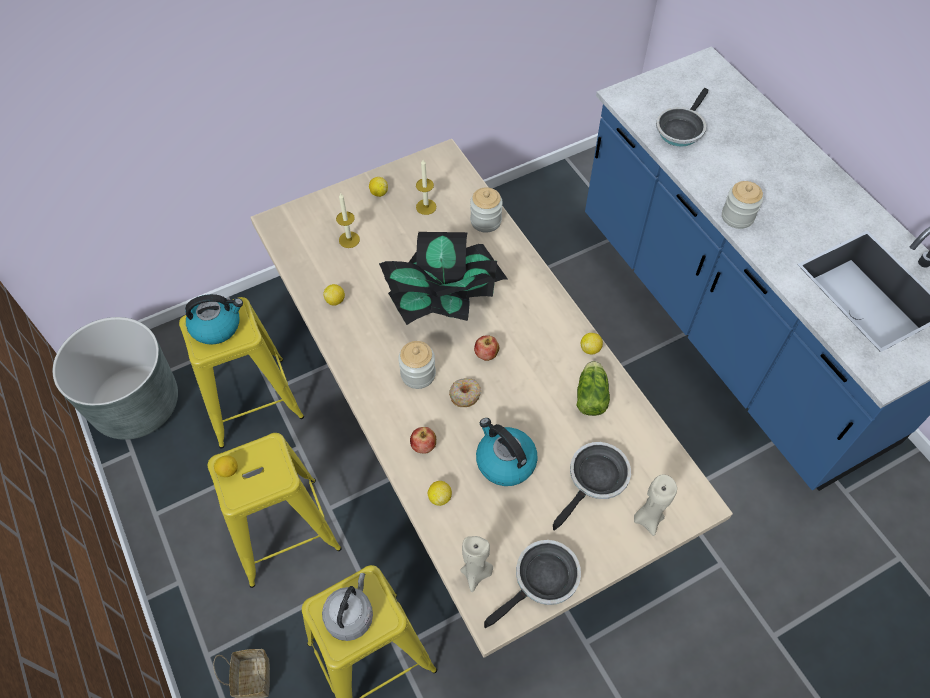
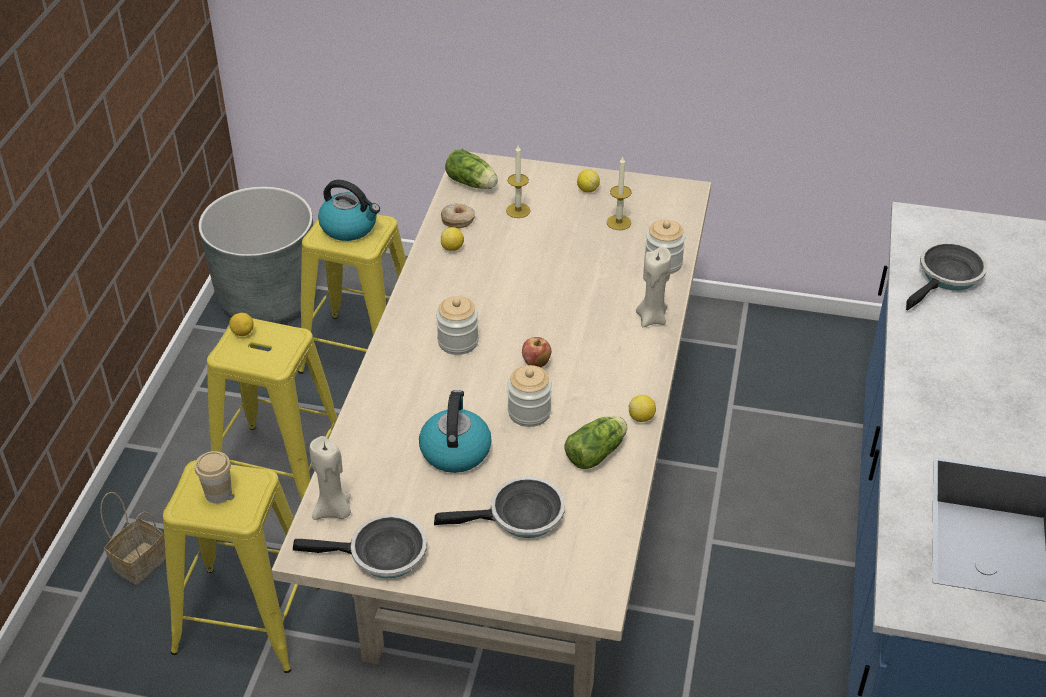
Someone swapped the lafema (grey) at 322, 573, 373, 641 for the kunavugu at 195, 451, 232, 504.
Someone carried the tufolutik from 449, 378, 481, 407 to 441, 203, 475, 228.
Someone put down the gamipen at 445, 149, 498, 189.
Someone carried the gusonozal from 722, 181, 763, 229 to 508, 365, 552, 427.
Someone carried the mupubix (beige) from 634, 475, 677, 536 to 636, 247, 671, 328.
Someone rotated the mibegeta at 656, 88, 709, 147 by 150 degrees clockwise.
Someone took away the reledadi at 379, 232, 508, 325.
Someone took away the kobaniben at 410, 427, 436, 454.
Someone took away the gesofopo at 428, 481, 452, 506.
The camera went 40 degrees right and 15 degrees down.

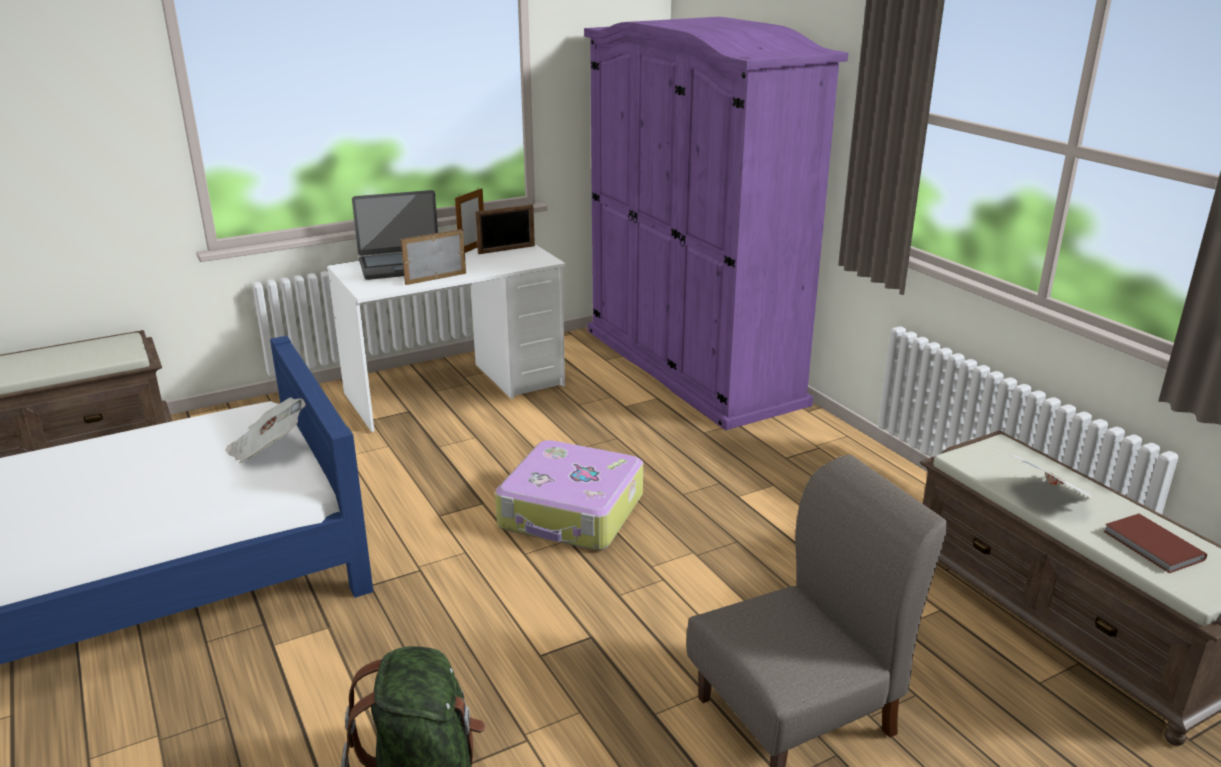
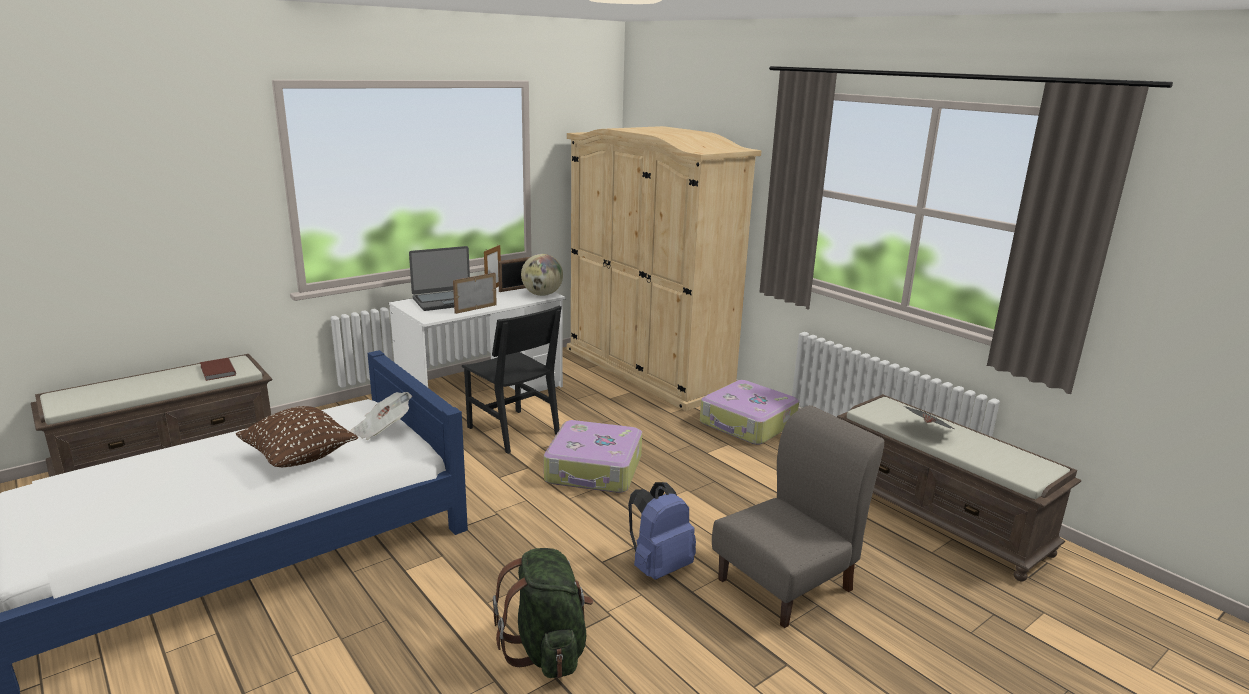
Someone carried the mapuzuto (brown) from 1103, 514, 1207, 573 to 200, 358, 236, 381.
Someone put down the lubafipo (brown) at 236, 406, 358, 467.
Someone put down the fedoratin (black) at 462, 306, 562, 454.
Someone put down the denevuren at 521, 254, 563, 296.
Someone repainted the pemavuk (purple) at 584, 17, 848, 430, which became the pemavuk (beige) at 567, 126, 762, 411.
Someone put down the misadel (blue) at 628, 482, 696, 580.
Someone put down the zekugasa at 700, 380, 799, 445.
The camera went 10 degrees left and 5 degrees down.

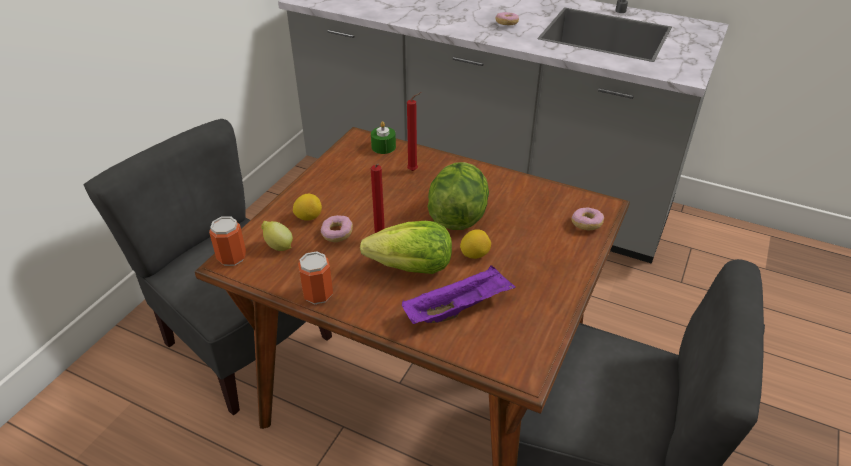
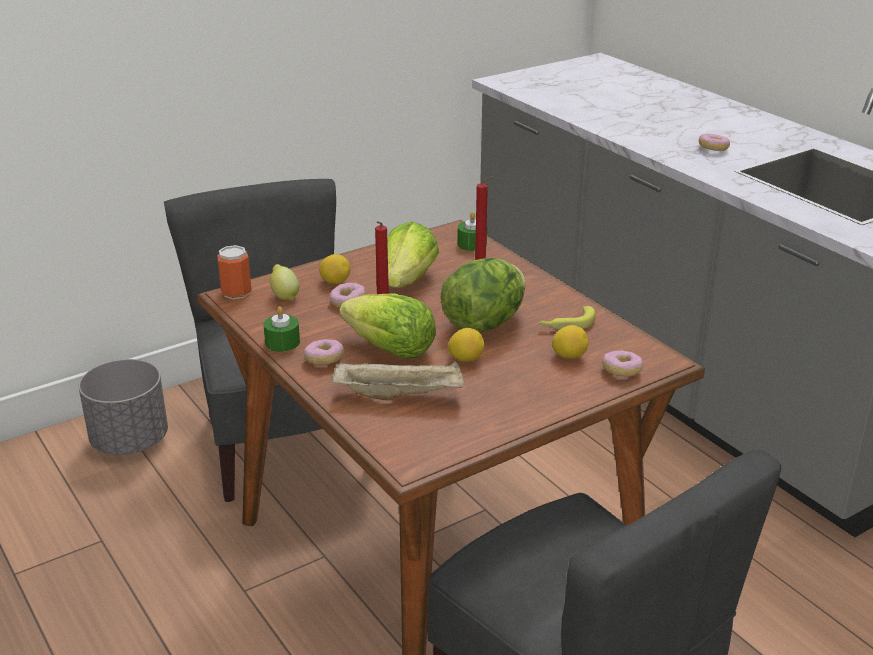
Someone put down the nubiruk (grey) at 79, 359, 168, 455.
Someone swapped the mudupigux at 298, 251, 333, 304 for the mupubix (green) at 263, 306, 300, 352.
Someone put down the tufolutik at 304, 339, 344, 365.
Someone repainted the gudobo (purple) at 402, 265, 516, 324, which became the gudobo (beige) at 332, 361, 464, 401.
Someone put down the gamipen at 387, 221, 439, 288.
Someone put down the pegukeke at 538, 306, 596, 330.
Someone put down the gesofopo at 552, 325, 588, 359.
The camera went 30 degrees right and 10 degrees down.

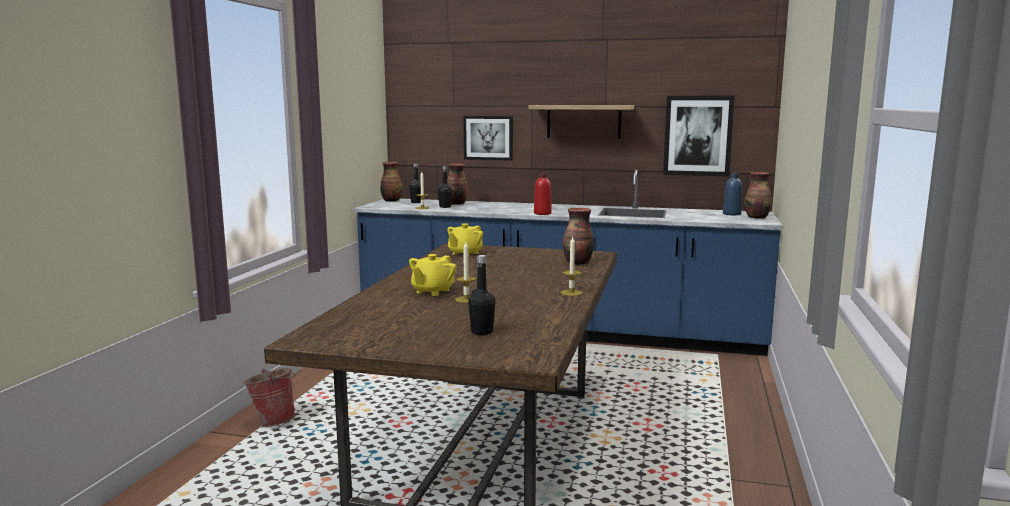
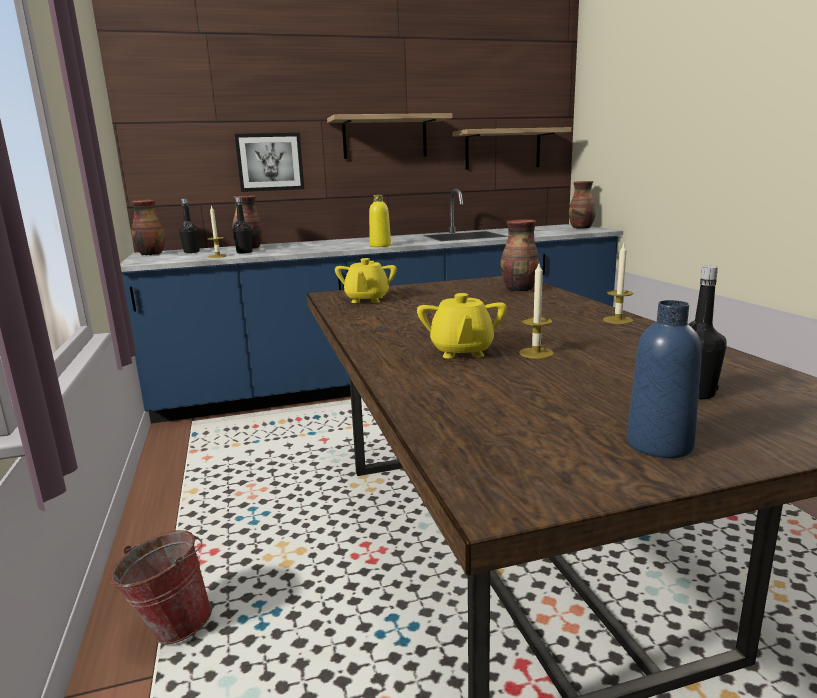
Someone repainted the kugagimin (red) at 534, 172, 552, 215, which became the kugagimin (yellow) at 369, 195, 391, 247.
Someone swapped the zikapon at 663, 96, 735, 177 for the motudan at 452, 127, 572, 170.
Someone carried the kugagimin (blue) from 723, 173, 742, 215 to 627, 300, 702, 458.
The camera went 30 degrees left and 5 degrees up.

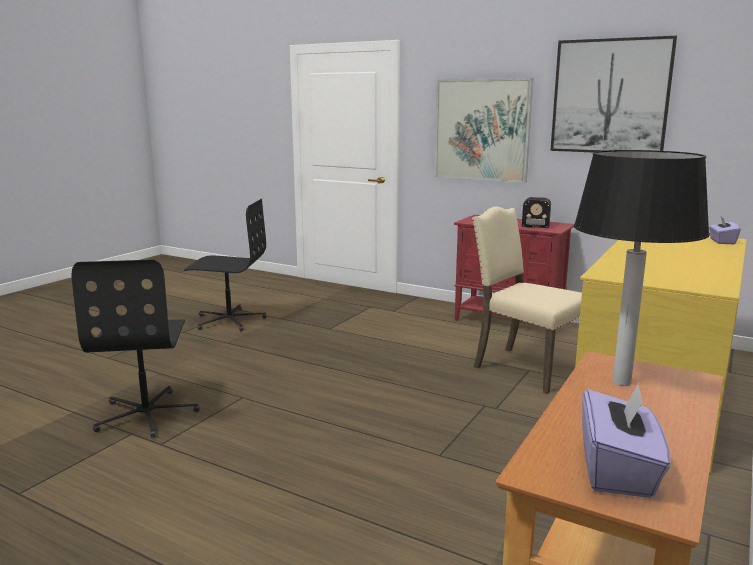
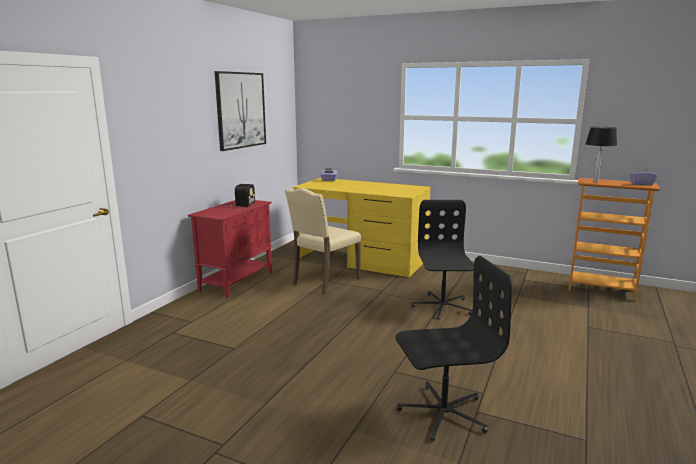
Someone carried the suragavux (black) from 184, 199, 267, 331 to 411, 200, 474, 320.
Someone took away the zikapon at 434, 78, 533, 183.
The camera went 95 degrees left and 0 degrees up.

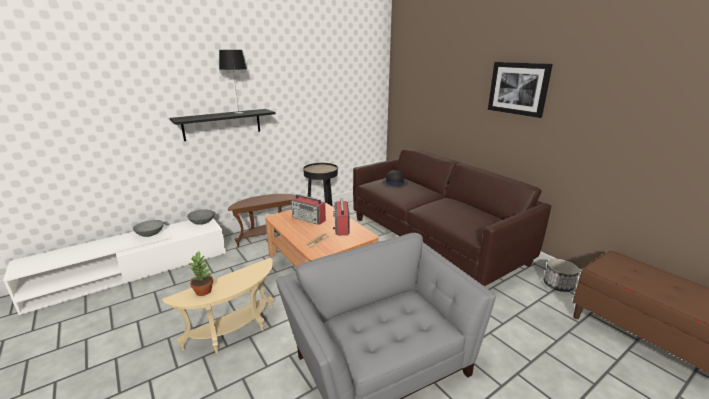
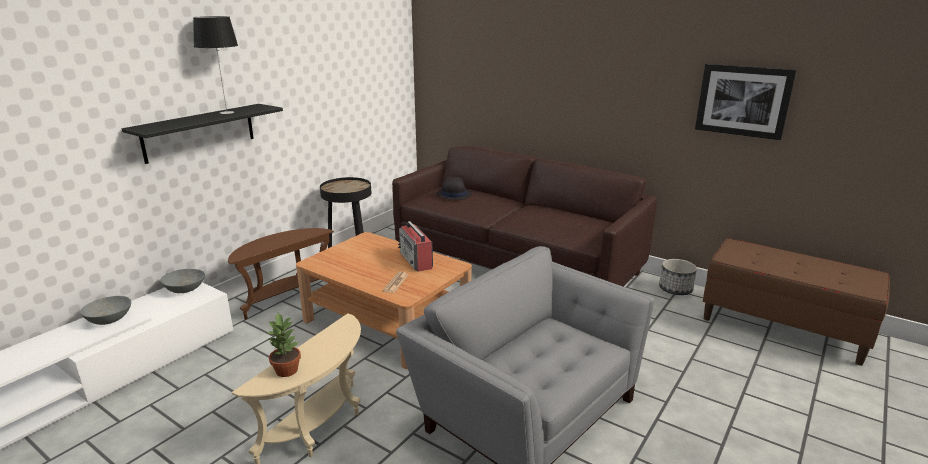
Someone carried the zikapon from 488, 62, 553, 118 to 695, 64, 797, 140.
Someone took away the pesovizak at 291, 194, 326, 225.
The camera went 20 degrees left and 0 degrees up.

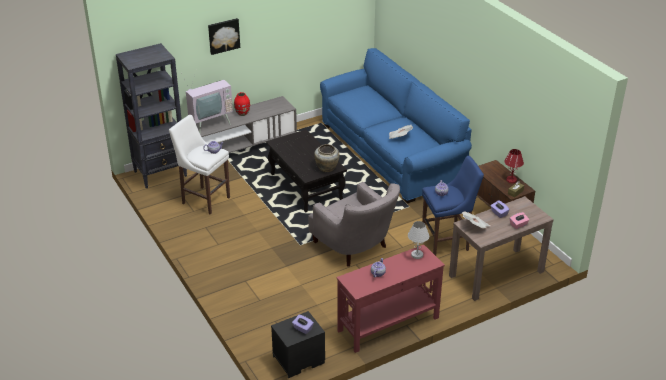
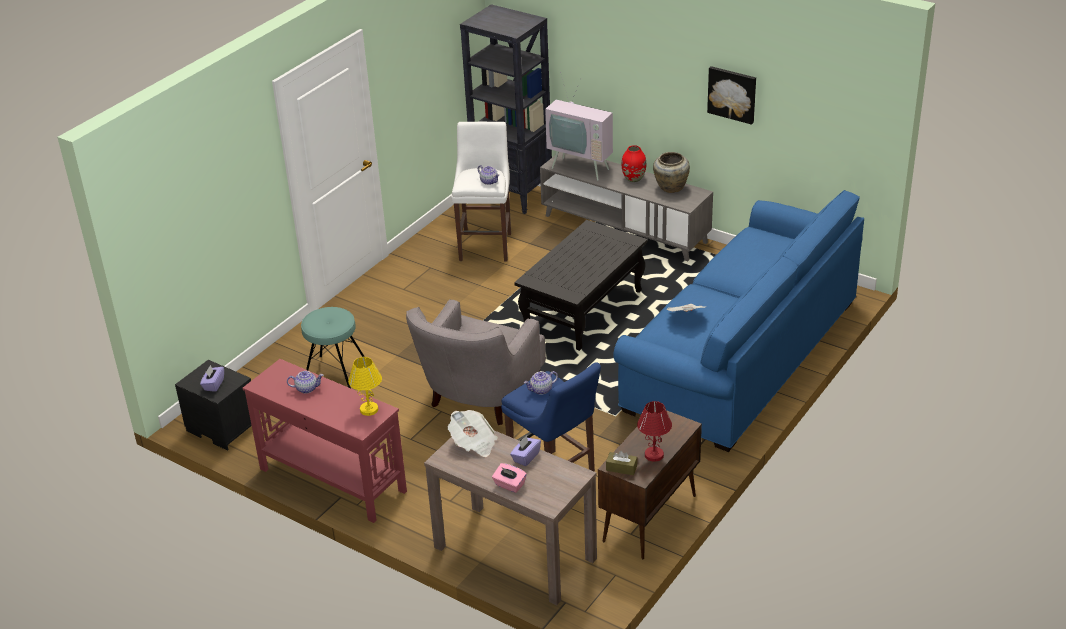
Someone put down the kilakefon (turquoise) at 301, 307, 365, 388.
Someone repainted the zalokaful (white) at 408, 221, 429, 259, which became the zalokaful (yellow) at 348, 357, 382, 416.
Someone carried the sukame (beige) from 314, 144, 340, 172 to 653, 152, 690, 193.
Someone carried the zikapon from 208, 18, 240, 55 to 707, 66, 756, 125.
The camera went 65 degrees right and 0 degrees up.

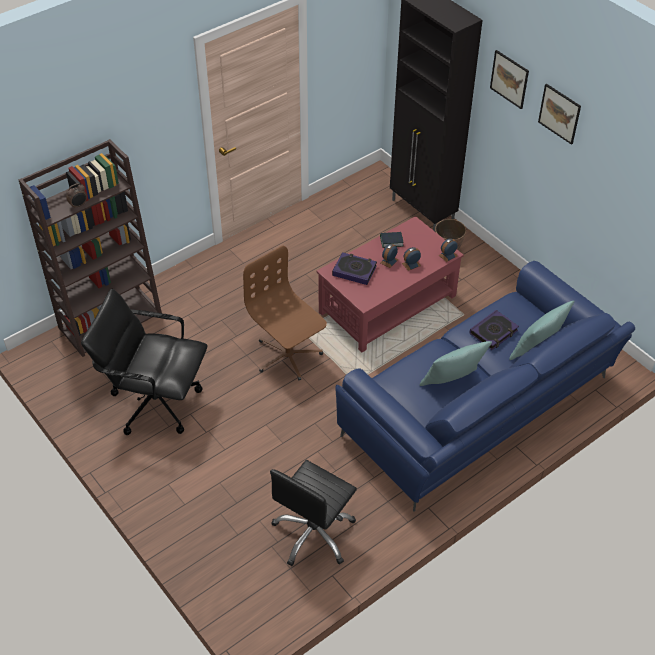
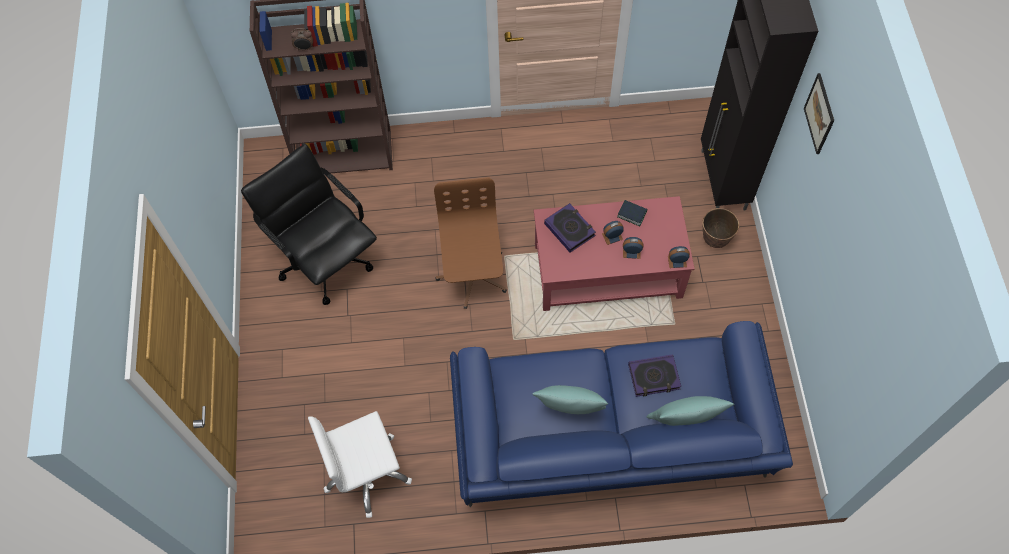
Someone repainted the suragavux (black) at 270, 460, 357, 566, which became the suragavux (white) at 308, 411, 412, 518.
Someone took away the zikapon at 538, 84, 581, 145.
The camera went 35 degrees right and 15 degrees up.

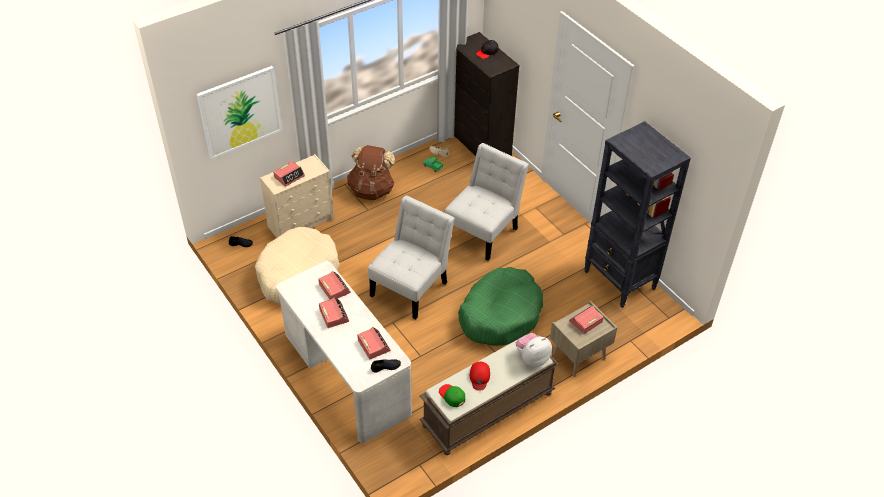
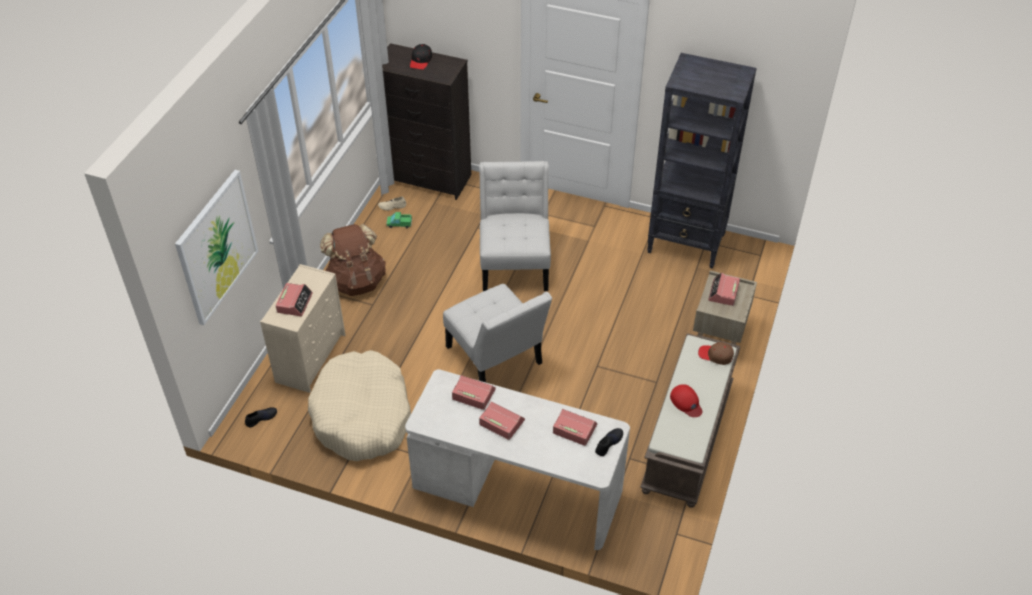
Someone rotated the fedoratin (white) at 368, 196, 454, 320 by 150 degrees clockwise.
Someone swapped the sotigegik at 516, 333, 552, 367 for the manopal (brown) at 698, 342, 734, 365.
Someone took away the manopal (green) at 439, 384, 465, 407.
Someone took away the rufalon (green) at 458, 267, 543, 346.
The camera went 35 degrees left and 0 degrees up.

